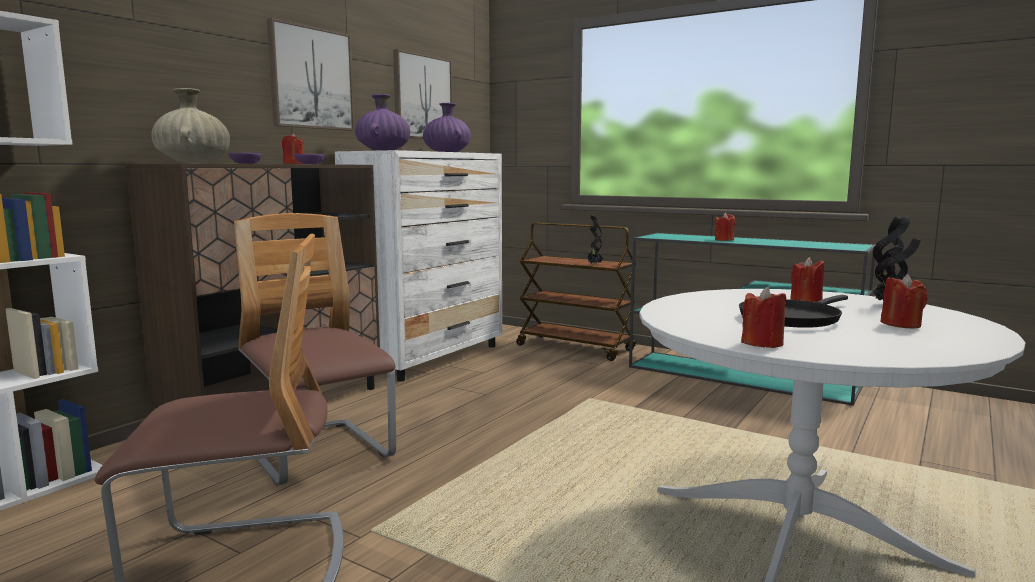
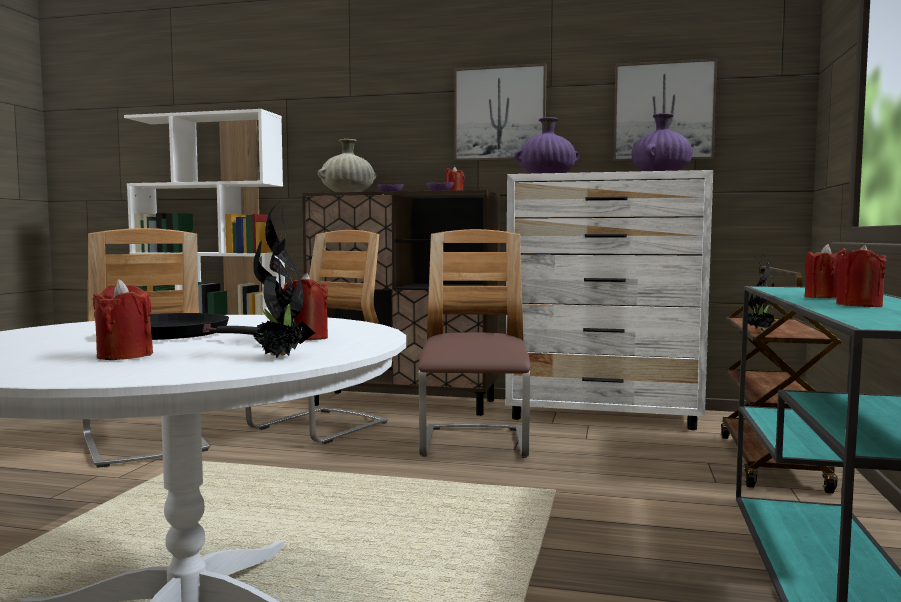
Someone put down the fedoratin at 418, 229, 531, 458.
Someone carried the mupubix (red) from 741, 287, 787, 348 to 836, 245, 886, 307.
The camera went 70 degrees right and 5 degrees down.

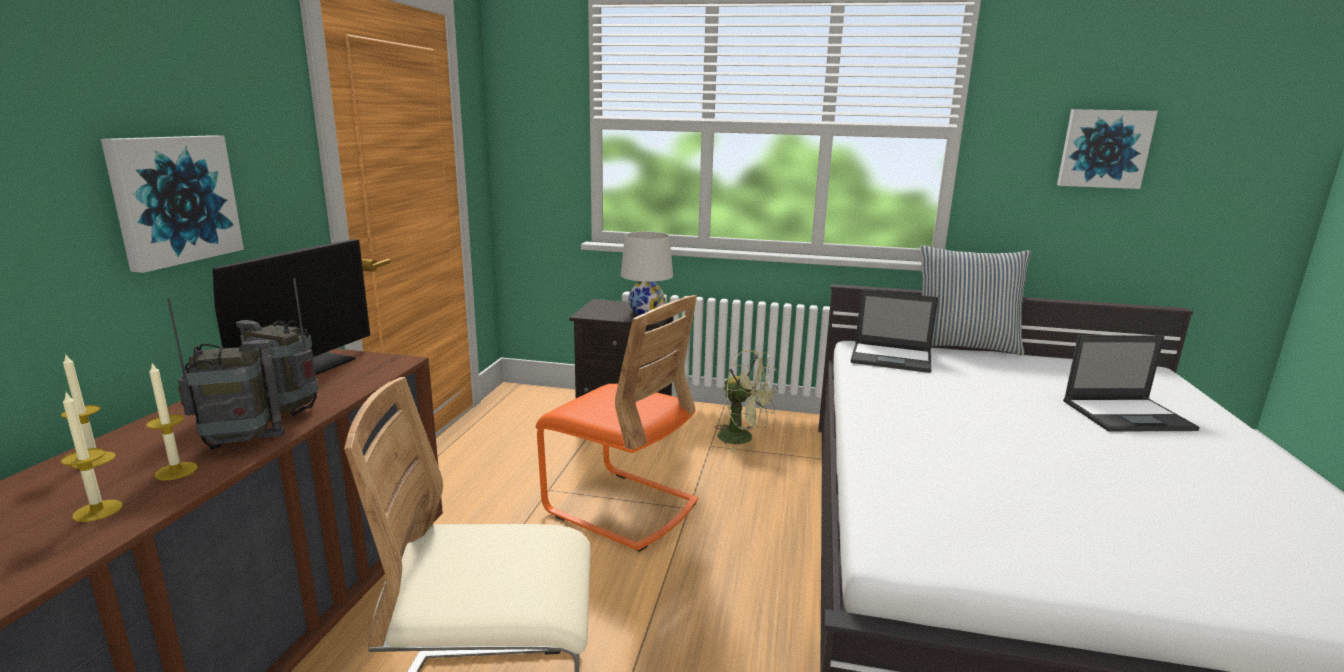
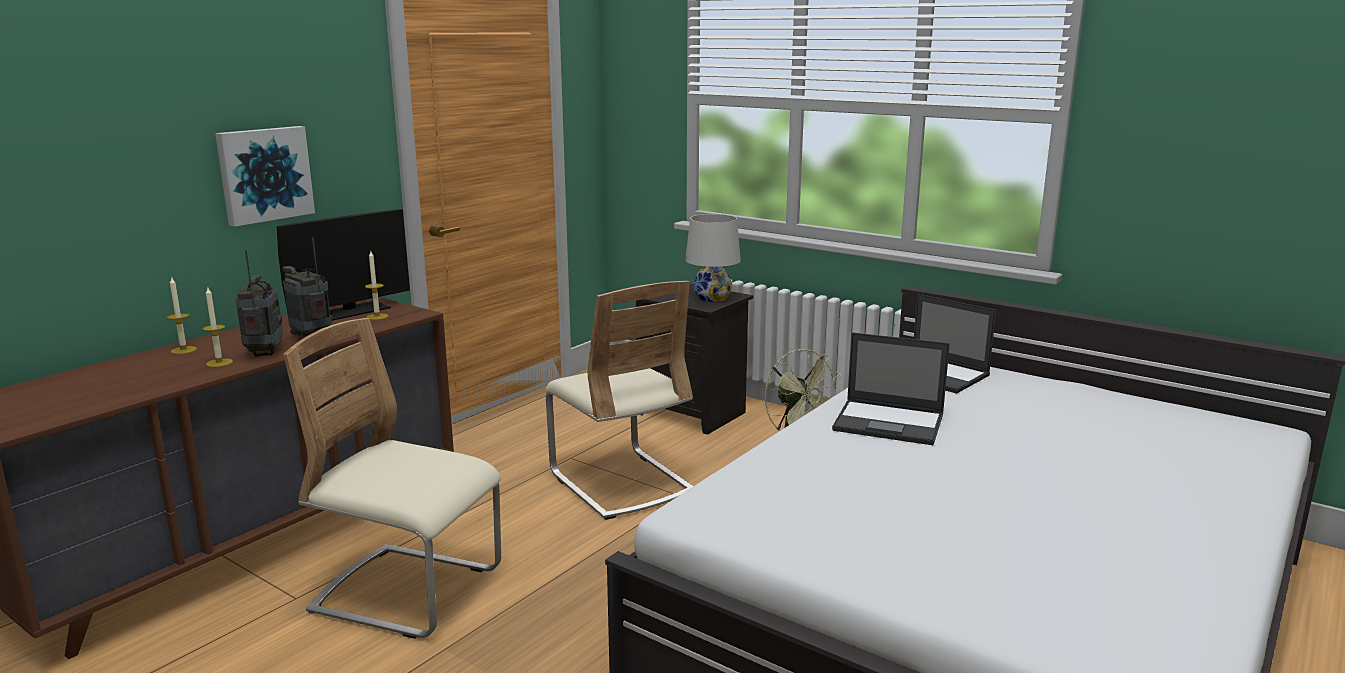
Someone rotated the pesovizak at 167, 298, 285, 450 by 105 degrees counterclockwise.
Someone carried the mupubix from 61, 392, 123, 522 to 365, 251, 388, 320.
Someone repainted the fedoratin (orange) at 536, 295, 698, 552, which became the fedoratin (beige) at 545, 281, 693, 520.
Someone carried the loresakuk from 1063, 335, 1200, 432 to 832, 332, 950, 445.
Someone took away the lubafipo at 920, 245, 1031, 356.
Someone took away the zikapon at 1057, 109, 1158, 189.
The camera went 25 degrees right and 0 degrees up.

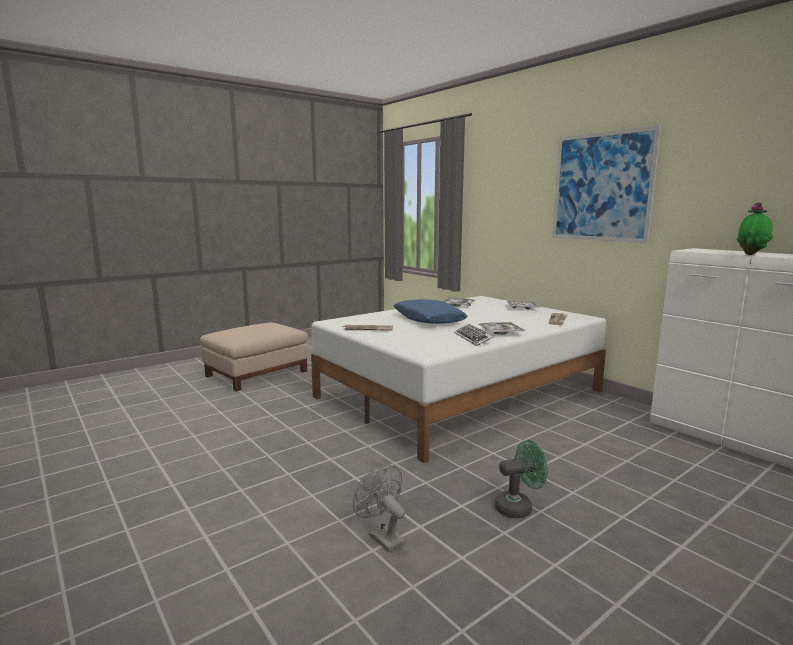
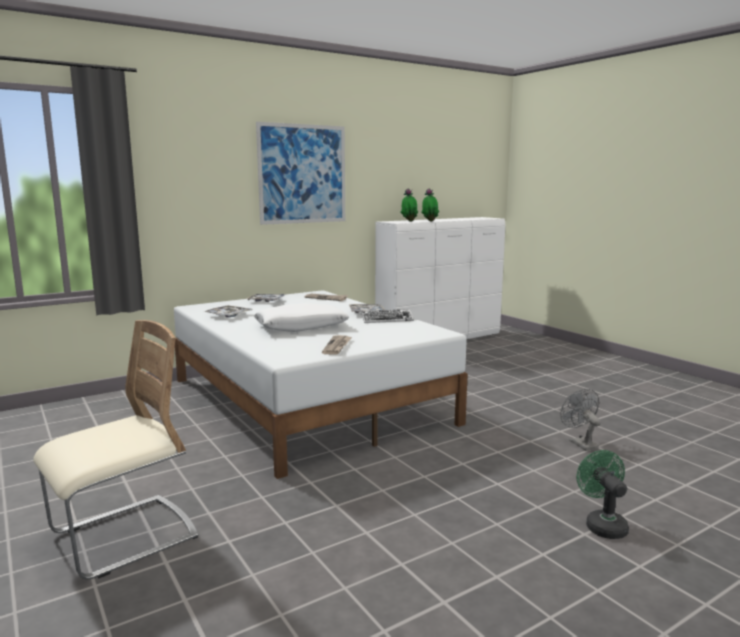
Someone swapped the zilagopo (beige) at 200, 322, 308, 391 for the fedoratin (beige) at 33, 320, 199, 580.
Someone repainted the lubafipo (blue) at 393, 299, 468, 324, which became the lubafipo (white) at 254, 303, 349, 332.
Someone put down the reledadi at 400, 188, 418, 222.
Someone rotated the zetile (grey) at 353, 465, 405, 552 by 105 degrees clockwise.
Someone carried the zetile (green) from 495, 440, 548, 518 to 577, 450, 629, 539.
The camera went 85 degrees left and 0 degrees up.

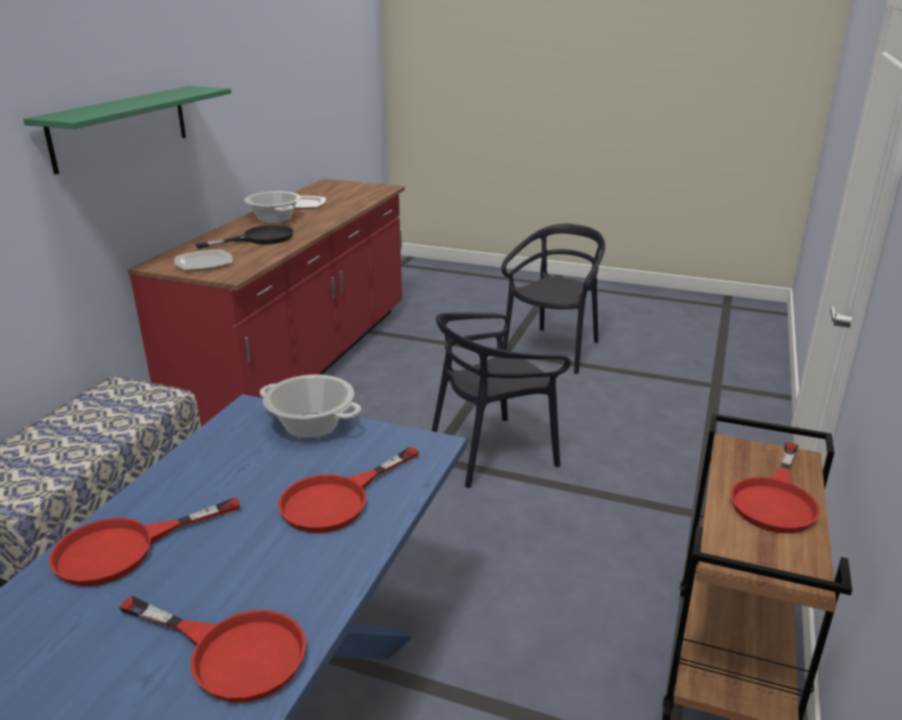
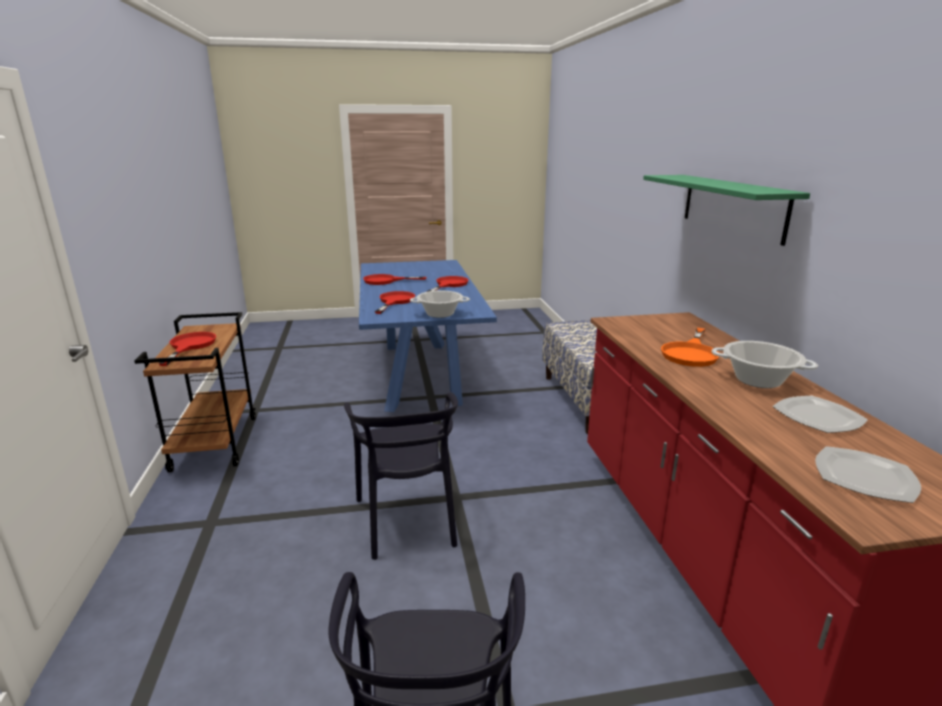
Someone rotated the fedoratin (black) at 432, 313, 571, 488 by 135 degrees clockwise.
Someone repainted the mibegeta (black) at 195, 225, 294, 249, which became the mibegeta (orange) at 661, 328, 719, 367.
Someone carried the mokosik from 174, 249, 233, 270 to 815, 446, 921, 503.
The camera went 150 degrees right and 5 degrees down.

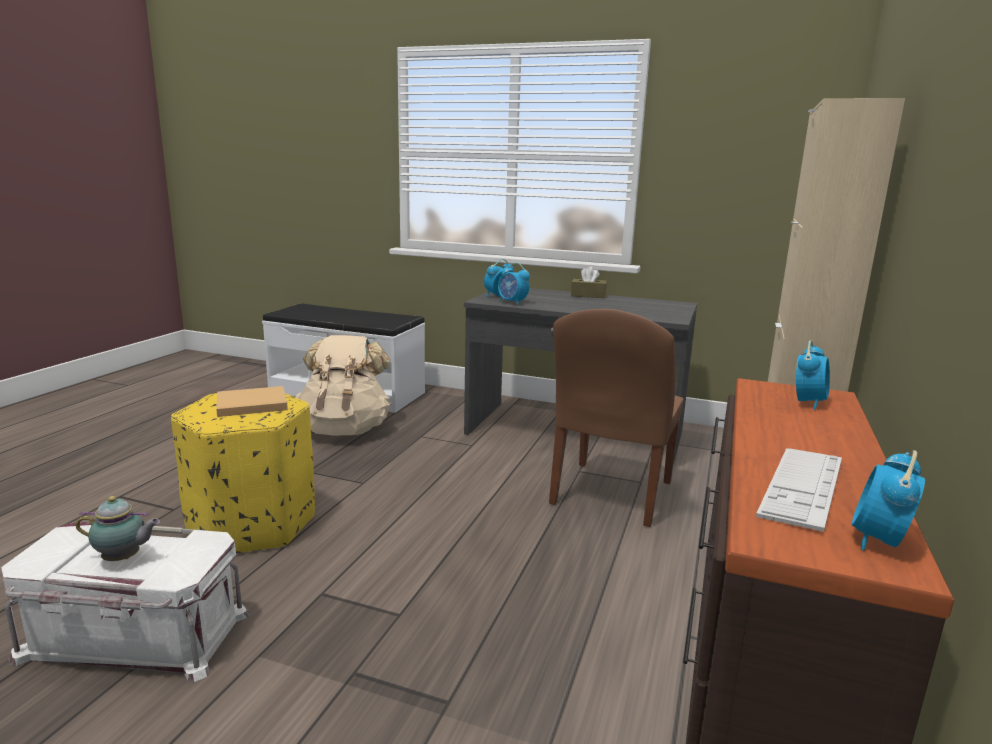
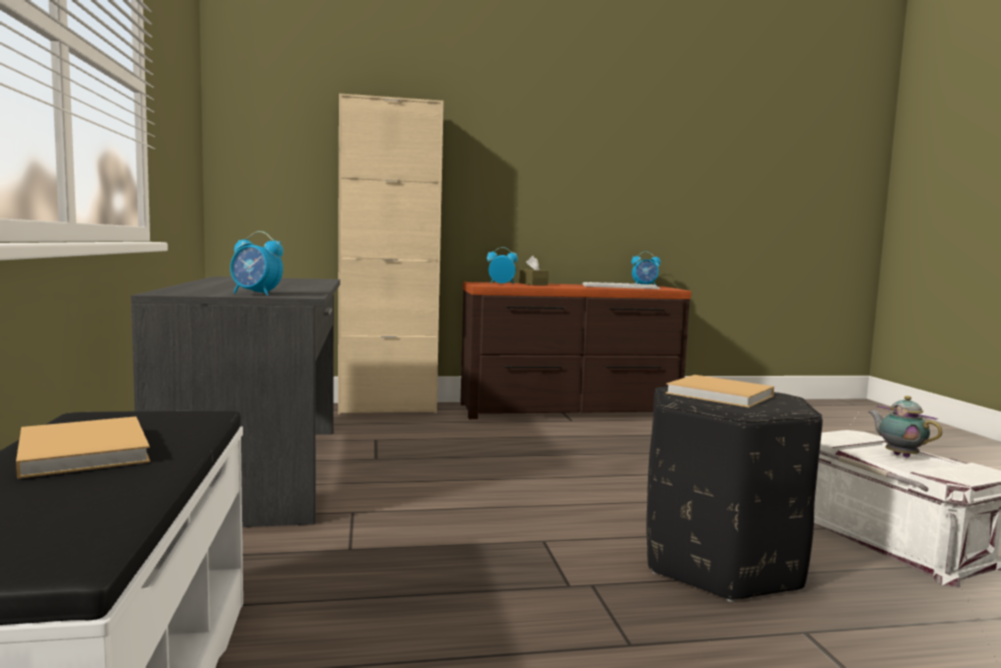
Someone put down the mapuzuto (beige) at 16, 416, 150, 479.
Someone carried the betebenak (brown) from 571, 266, 607, 298 to 519, 256, 549, 286.
Someone repainted the zilagopo (yellow) at 171, 393, 315, 553, which became the zilagopo (black) at 646, 387, 823, 602.
Someone took away the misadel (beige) at 295, 335, 391, 435.
Someone took away the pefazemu at 498, 263, 530, 305.
Someone took away the fedoratin (brown) at 549, 309, 684, 527.
The camera went 120 degrees left and 10 degrees down.

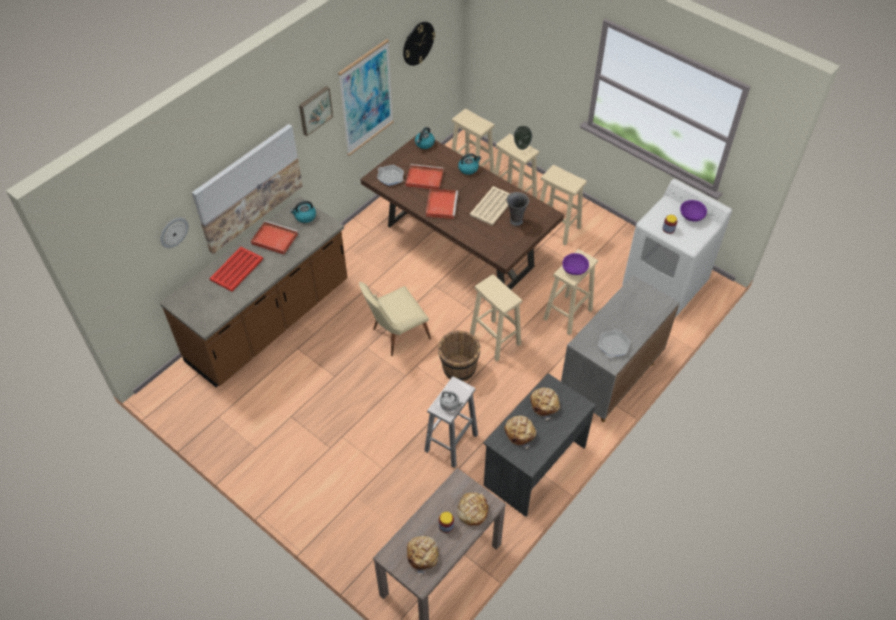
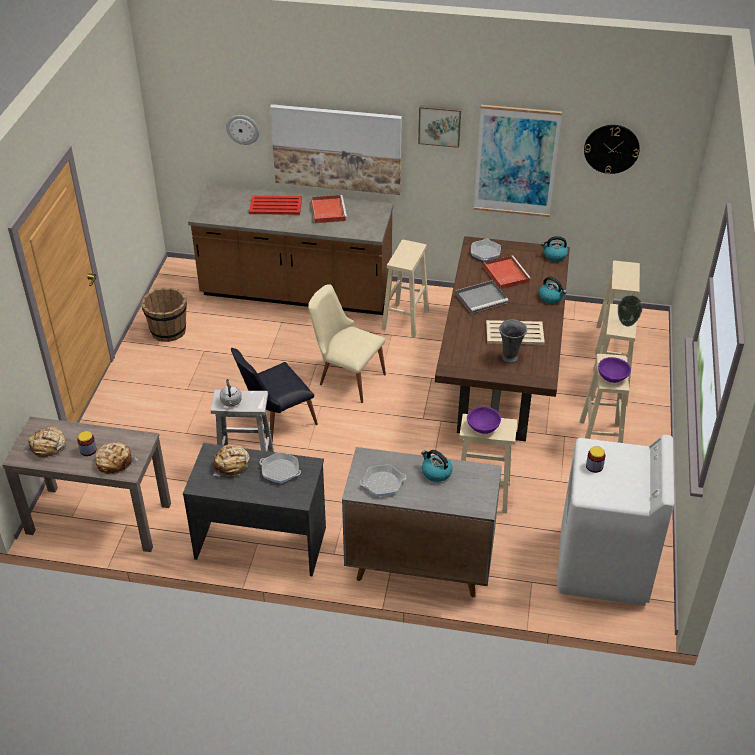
Someone carried the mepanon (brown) from 438, 330, 481, 381 to 141, 288, 187, 342.
Someone put down the fedoratin (black) at 231, 348, 318, 443.
Someone swapped the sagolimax at 530, 388, 560, 420 for the mibegeta at 259, 452, 301, 484.
Someone carried the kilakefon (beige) from 470, 274, 522, 362 to 381, 240, 429, 337.
Someone carried the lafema from 290, 201, 316, 223 to 421, 450, 452, 482.
Someone repainted the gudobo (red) at 426, 188, 458, 219, which became the gudobo (grey) at 455, 280, 508, 314.
Someone carried the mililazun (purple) from 680, 200, 707, 222 to 598, 357, 631, 383.
The camera went 60 degrees right and 10 degrees down.

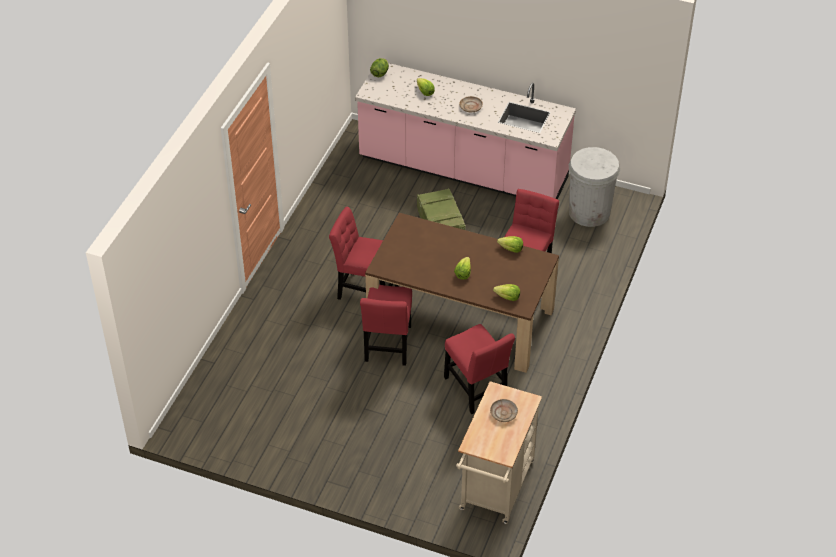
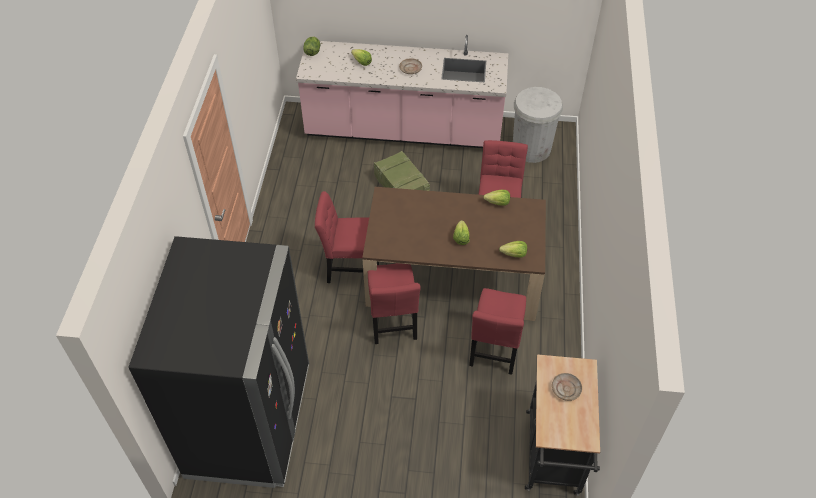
Someone put down the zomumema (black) at 128, 236, 309, 488.
Someone rotated the fedoratin (red) at 444, 324, 515, 414 by 60 degrees clockwise.
Someone repainted the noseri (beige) at 456, 381, 542, 524, which became the noseri (black) at 525, 354, 600, 496.
The camera went 15 degrees left and 5 degrees up.

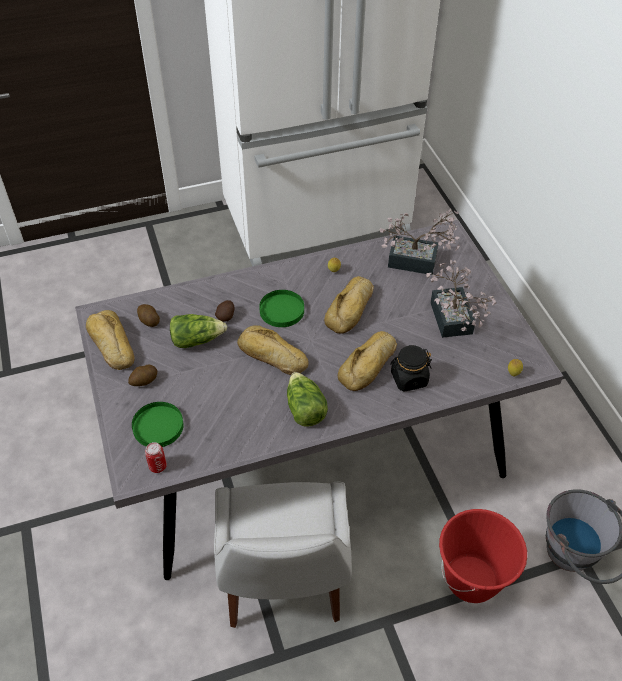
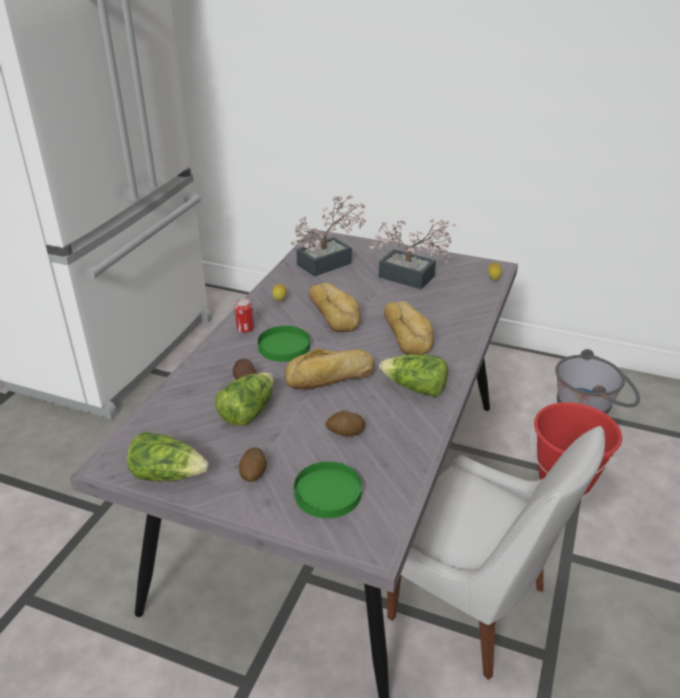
Someone swapped the sagolimax at 86, 310, 135, 370 for the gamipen at 127, 431, 209, 481.
Someone carried the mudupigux from 145, 442, 167, 473 to 235, 299, 254, 333.
Someone carried the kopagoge from 137, 304, 160, 327 to 325, 411, 365, 436.
Someone took away the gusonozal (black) at 390, 345, 432, 392.
The camera went 50 degrees left and 15 degrees down.

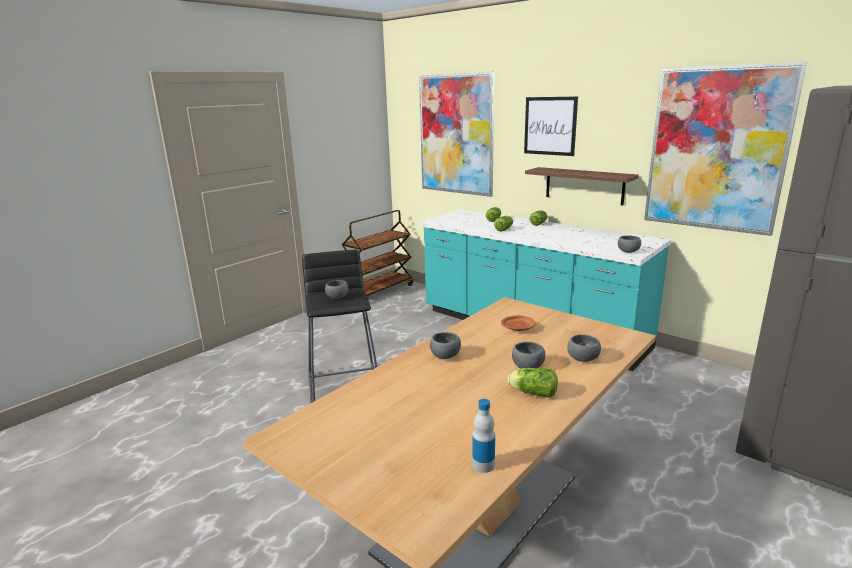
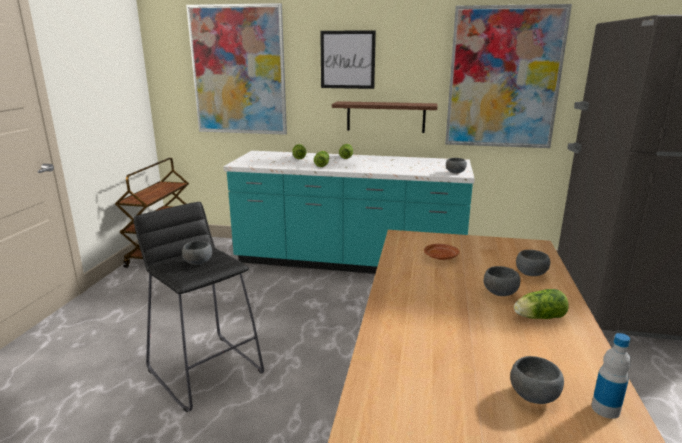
Someone carried the mililazun (grey) from 430, 332, 461, 359 to 510, 356, 564, 404.
The camera went 30 degrees left and 0 degrees up.

